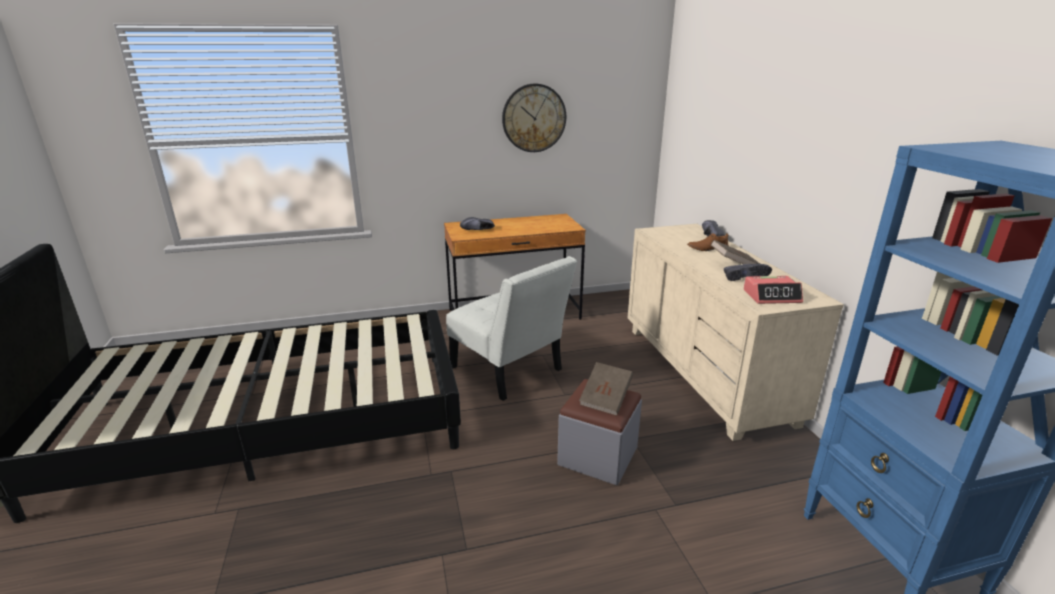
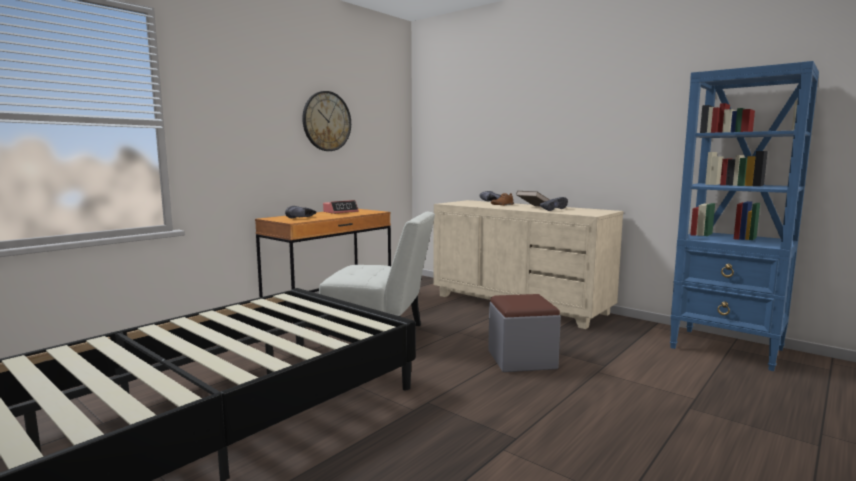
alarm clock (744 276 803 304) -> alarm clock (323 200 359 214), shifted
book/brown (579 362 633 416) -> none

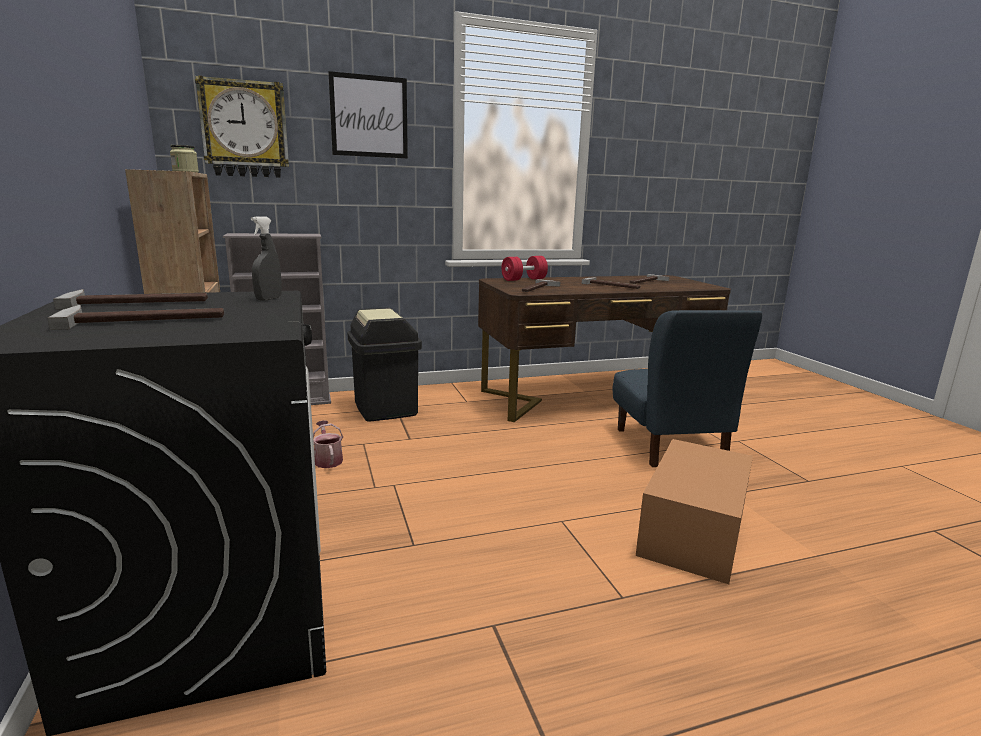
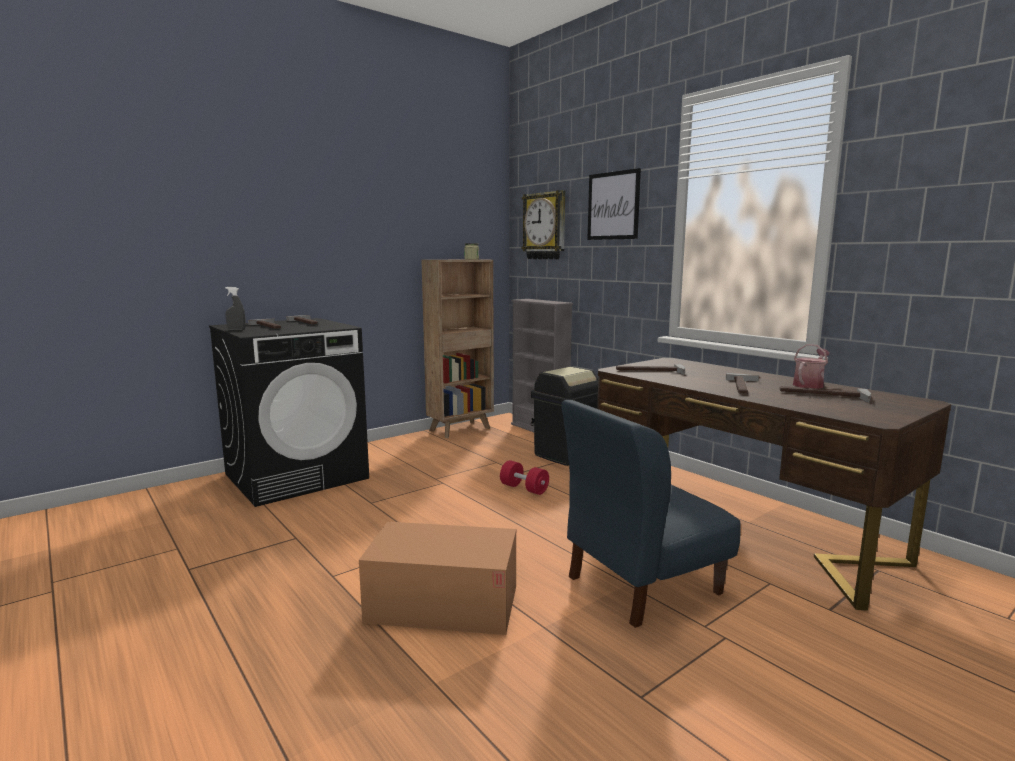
spray bottle/grey (251 216 282 301) -> spray bottle/grey (225 287 246 330), shifted
dumbbell/red (501 256 548 281) -> dumbbell/red (500 460 549 495), shifted
watering can (313 420 343 468) -> watering can (793 344 830 389), shifted

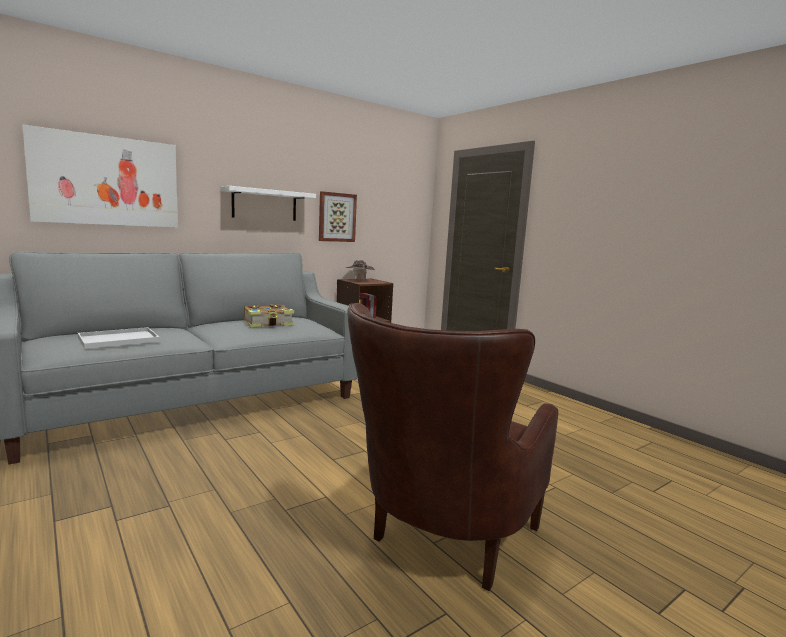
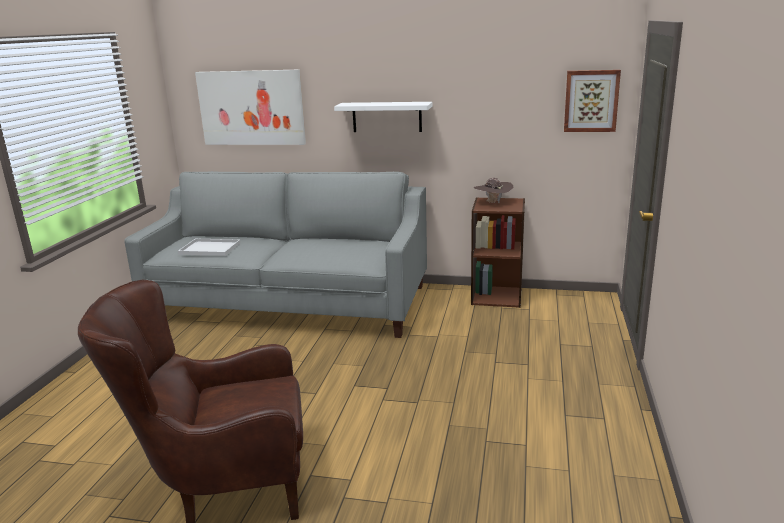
picture (319 191 357 242) -> picture (564 70 621 132), shifted
book (244 304 294 327) -> none

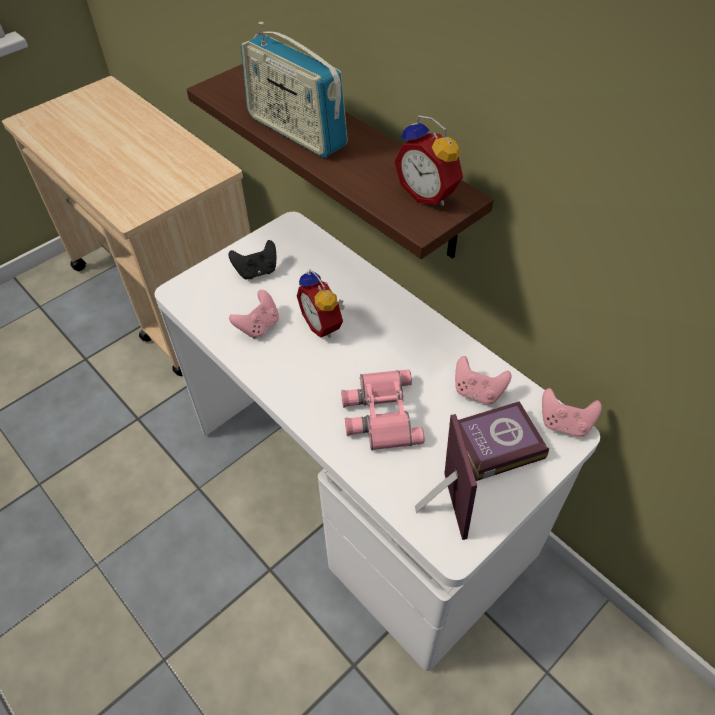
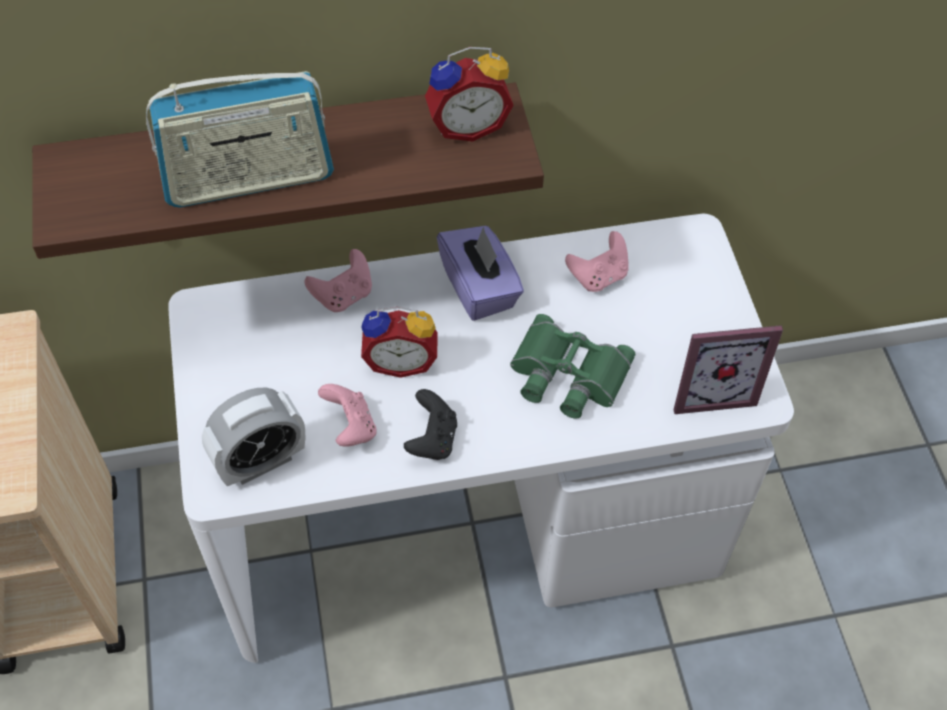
none -> alarm clock (202 388 305 486)
game controller/pink (542 388 602 437) -> game controller/pink (304 249 372 312), shifted
game controller/black (229 240 276 280) -> game controller/black (404 389 457 460), shifted
none -> tissue box/purple (437 226 524 321)
binoculars/pink (341 370 424 450) -> binoculars/green (510 314 635 418)
picture frame (415 414 477 540) -> picture frame (674 325 783 414), 150 degrees clockwise
book (458 401 549 481) -> none

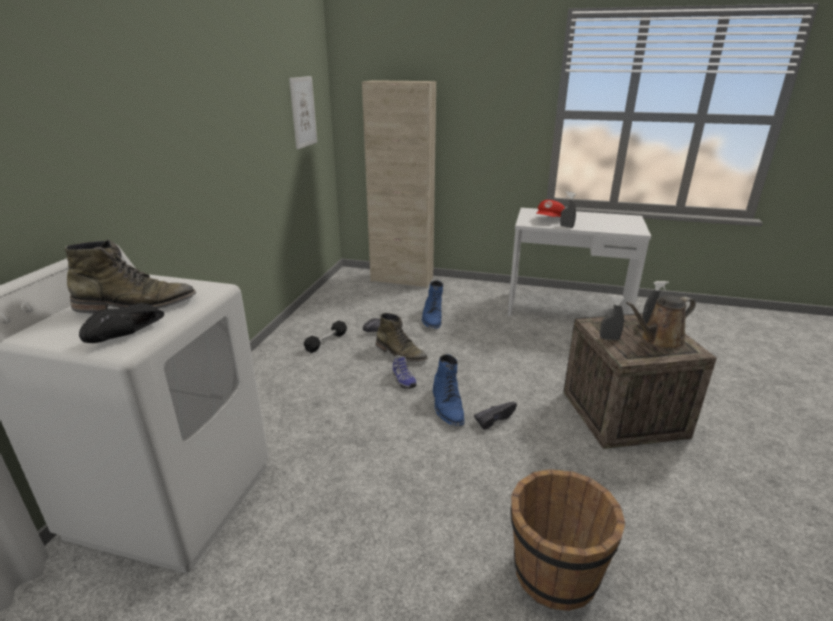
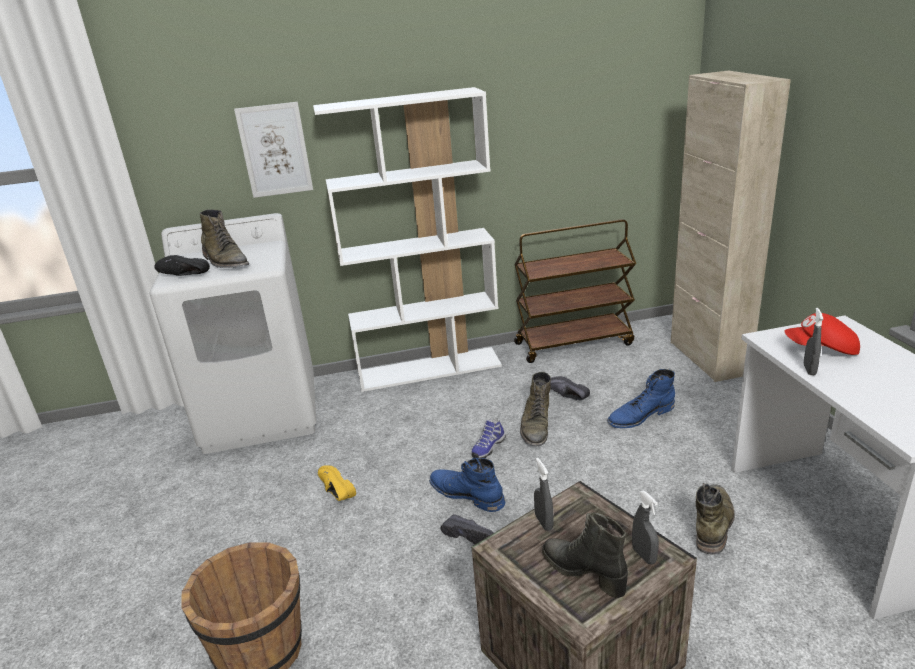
picture (289 76 317 149) -> picture (234 102 313 198), shifted
none -> bookcase/white (313 87 502 392)
none -> shoe/yellow (318 465 356 501)
boot/blue (433 354 465 426) -> boot/blue (429 458 505 512), 75 degrees clockwise
none -> cart/brown (514 219 636 363)
watering can/brown (626 296 696 349) -> boot/black (542 512 628 598)
none -> boot/green (696 483 735 555)
dumbbell/black (304 320 347 353) -> none

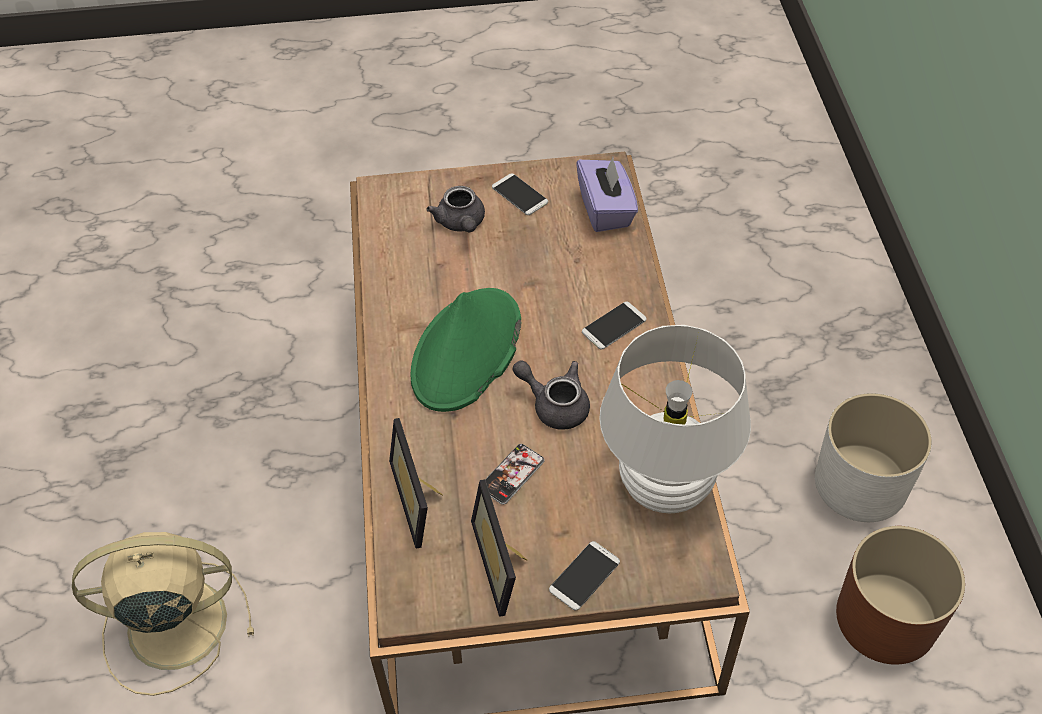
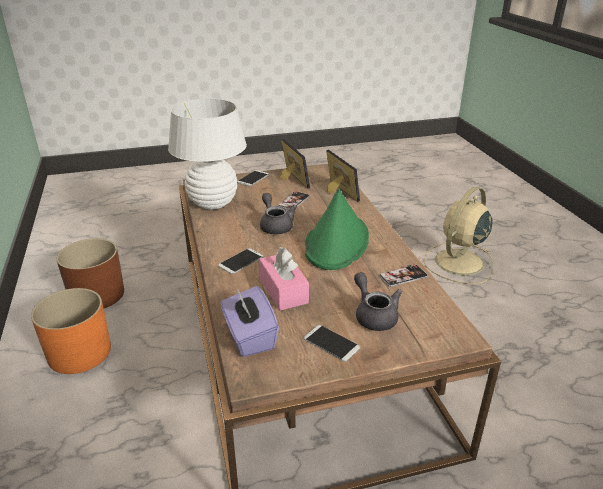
planter/white (815 393 932 522) -> planter/orange (31 288 111 374)
none -> tissue box/pink (259 247 309 311)
teapot/grey (512 360 590 430) -> teapot/grey (260 193 297 234), 135 degrees counterclockwise
none -> phone (379 264 428 287)
fan/beige (72 532 254 696) -> fan/beige (423 187 494 284), 150 degrees clockwise

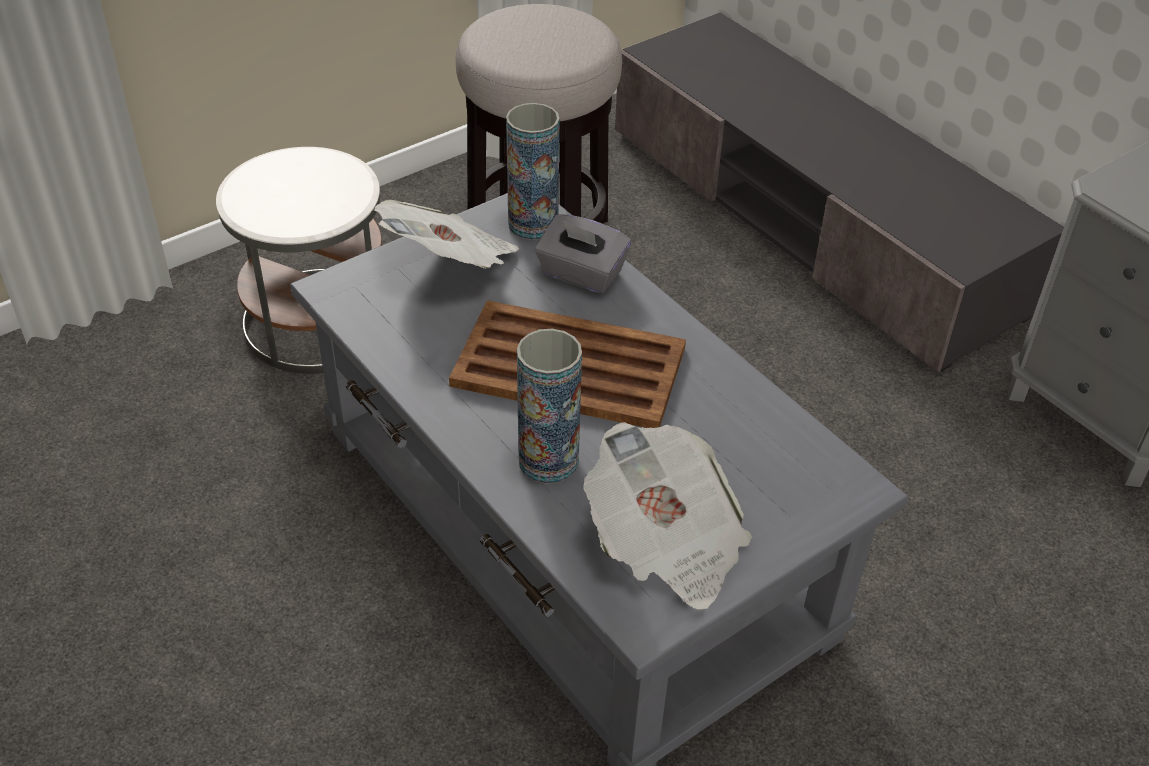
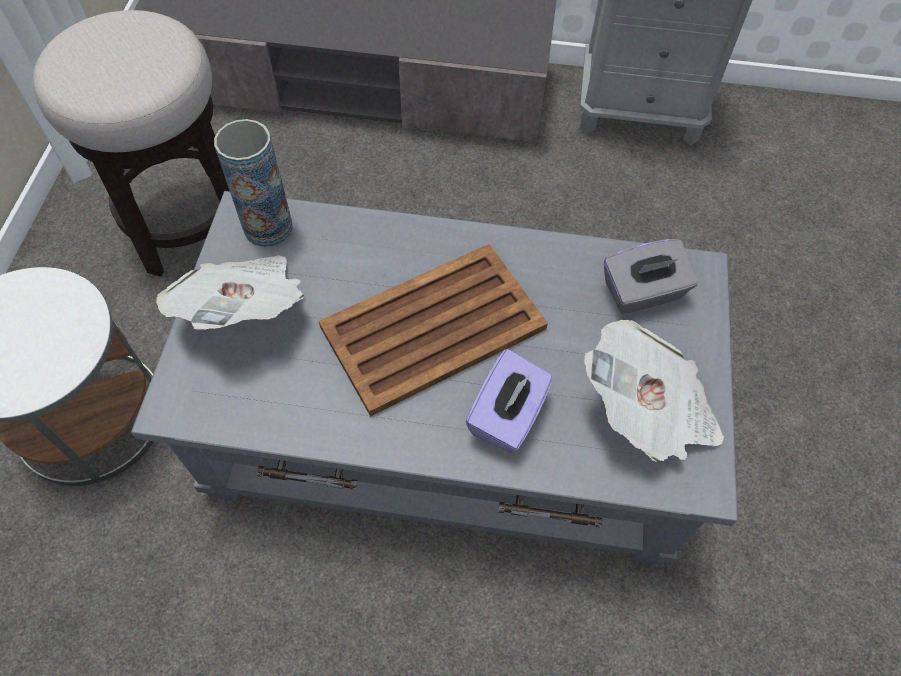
vase (517 329 582 483) -> tissue box/purple (466 349 553 452)
tissue box/grey (535 214 631 293) -> tissue box/grey (604 239 698 314), shifted

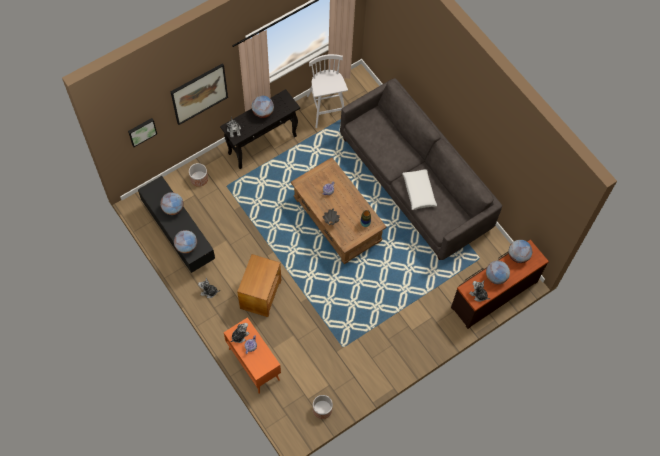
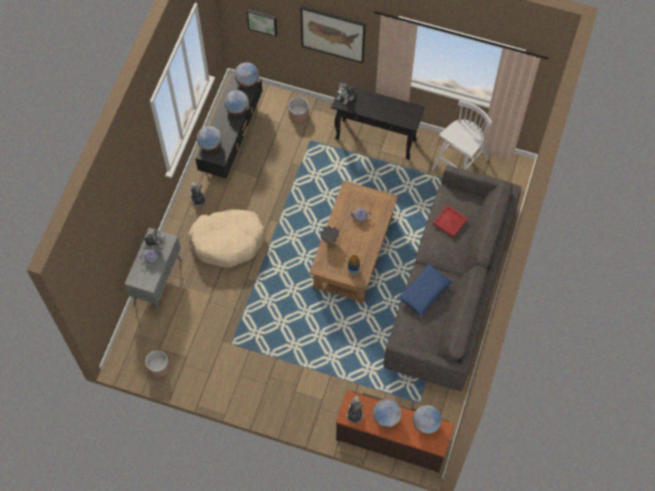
cabinet/orange (224 317 281 394) -> cabinet/grey (125 228 182 313)
side table/brown (237 254 281 317) -> dog bed/beige (188 209 266 268)
globe (252 96 274 118) -> globe (234 62 259 87), shifted
pillow/white (402 169 437 210) -> pillow/blue (397 264 452 317)
none -> tray/red (433 205 468 238)

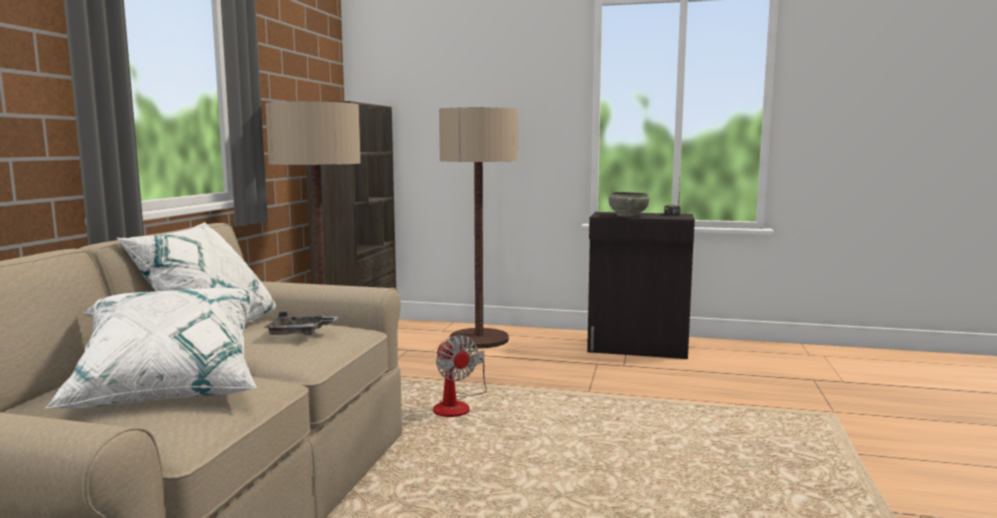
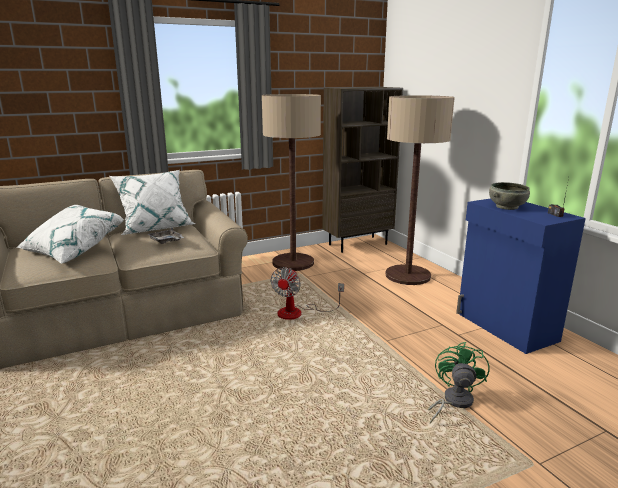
none -> fan/green (428 342 490 424)
cabinet/black (587 212 695 359) -> cabinet/blue (456 198 586 354)

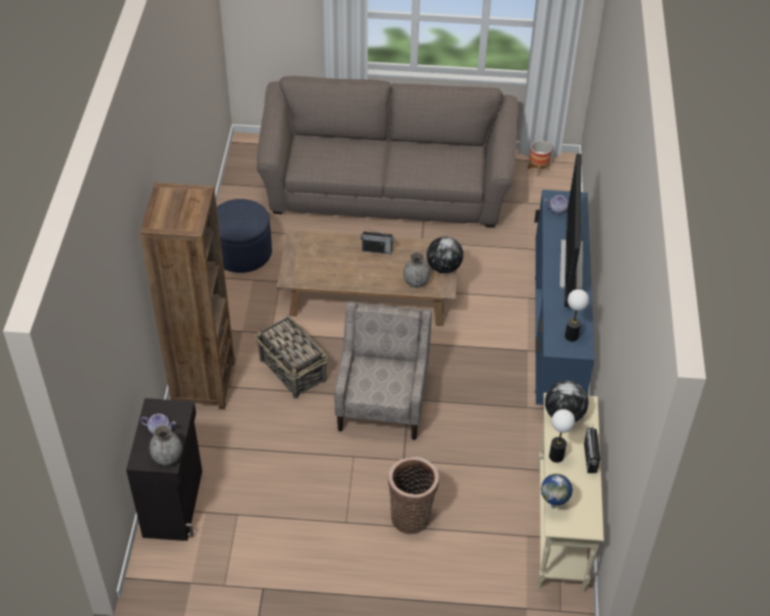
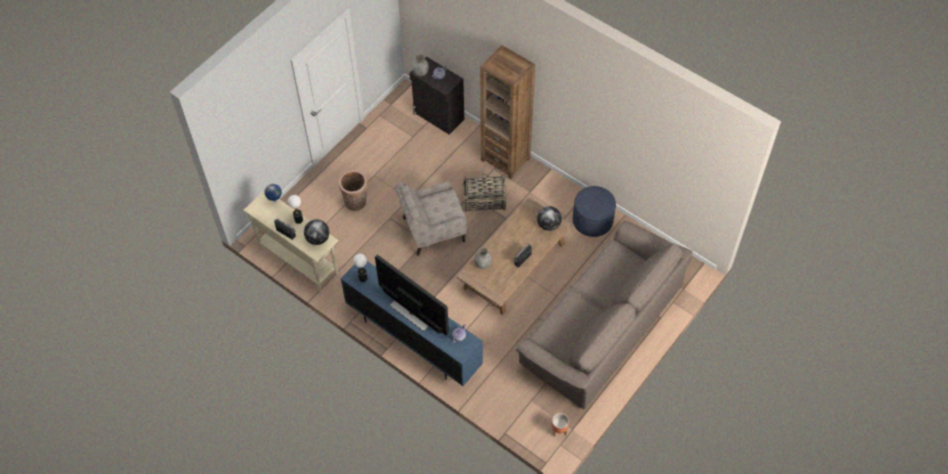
armchair/beige (334 301 432 440) -> armchair/beige (394 181 467 256), 120 degrees clockwise
globe (427 237 463 273) -> globe (537 206 562 231), shifted

